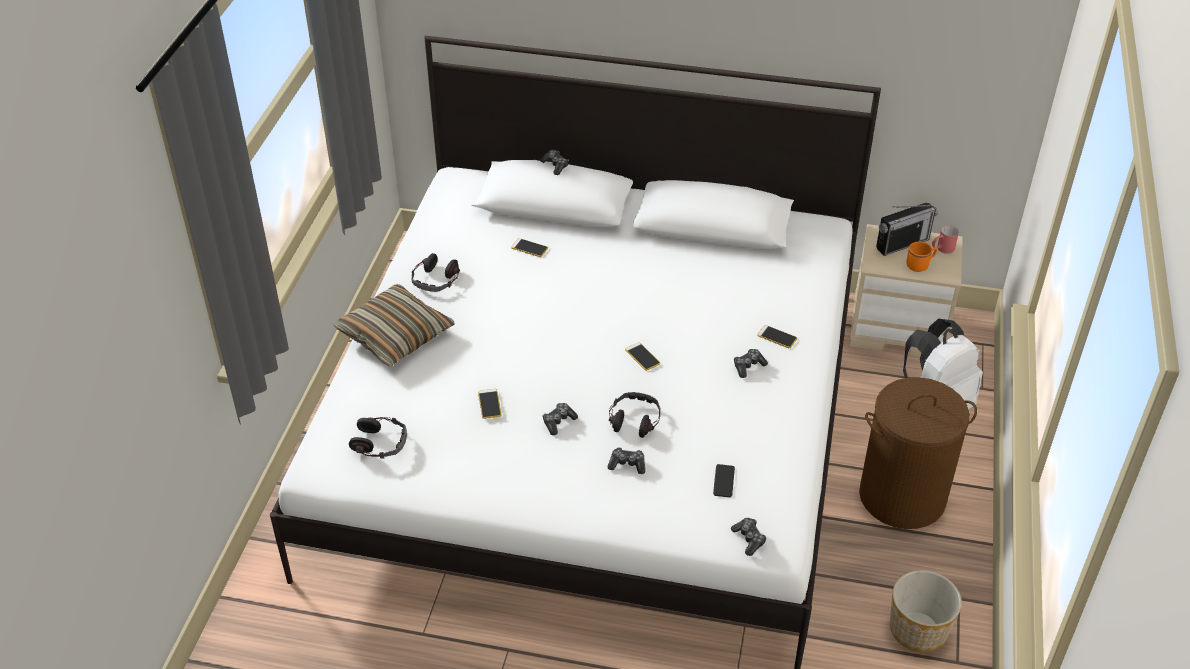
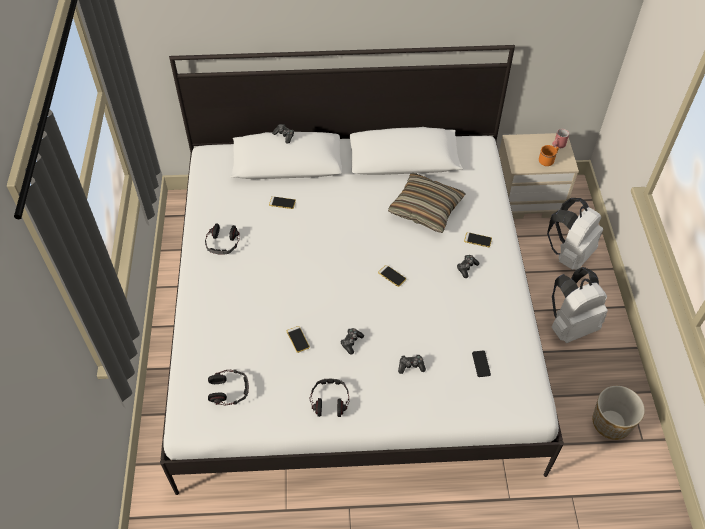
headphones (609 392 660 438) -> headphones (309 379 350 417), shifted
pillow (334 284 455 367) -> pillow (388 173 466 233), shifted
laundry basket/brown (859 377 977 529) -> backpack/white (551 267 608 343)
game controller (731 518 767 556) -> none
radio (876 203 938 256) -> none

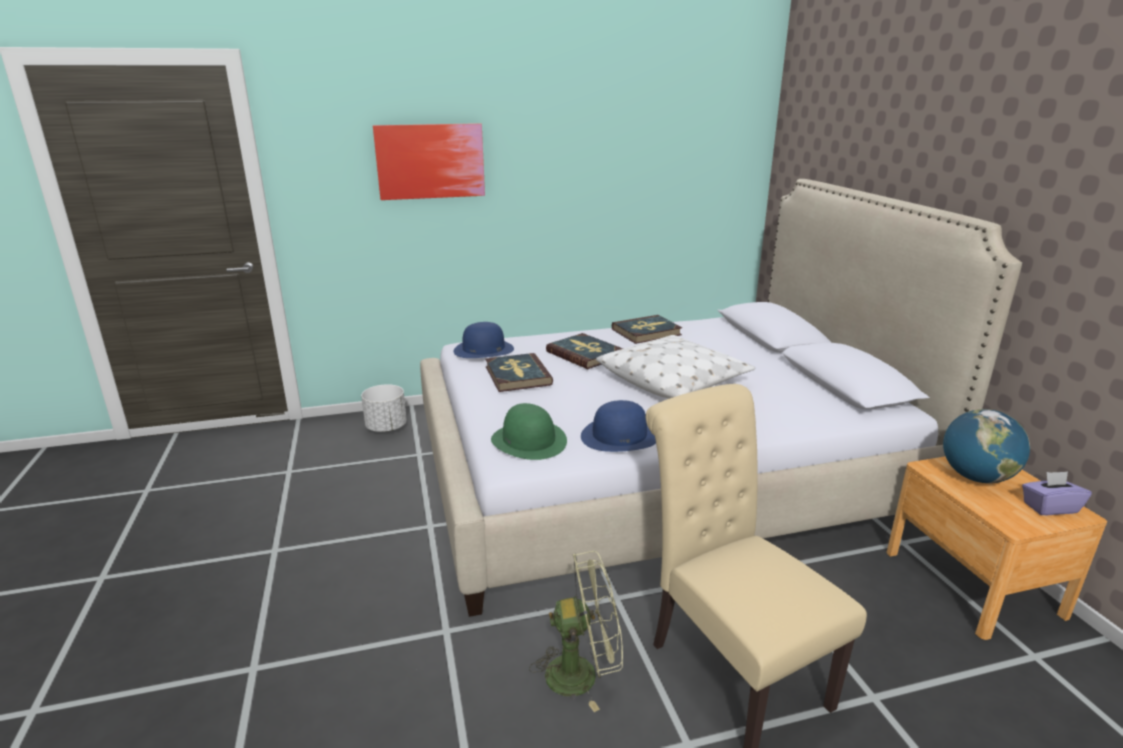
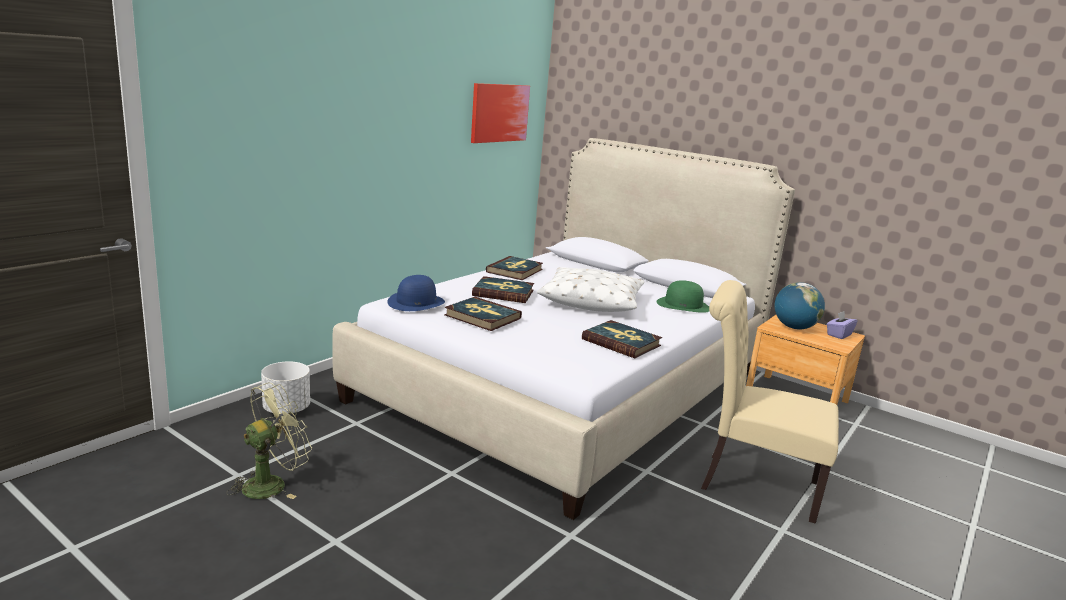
fan/green (529 551 623 712) -> fan/green (227 382 312 499), shifted
picture (373 123 485 200) -> picture (471 83 530 143), shifted
hat/blue (581 400 656 452) -> book (582 320 662 358)
hat/green (491 403 567 460) -> hat/green (656 280 709 313), shifted

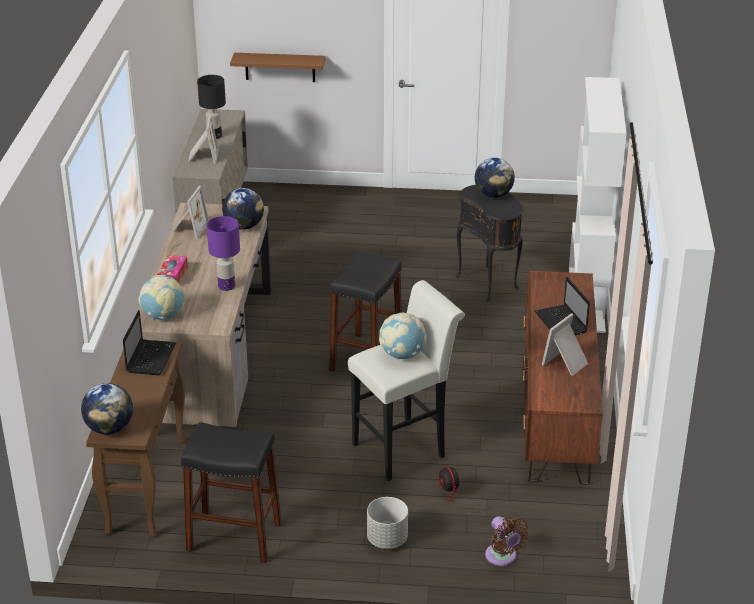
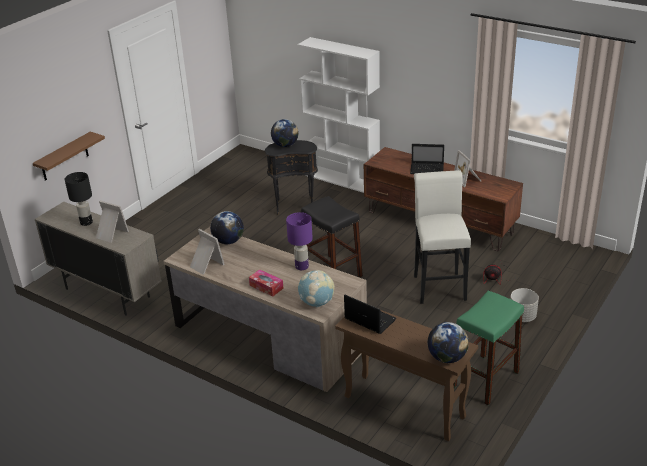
stool/black (181 422 282 563) -> stool/green (453 291 524 405)
globe (379 313 427 359) -> none
fan/brown (485 516 529 566) -> none

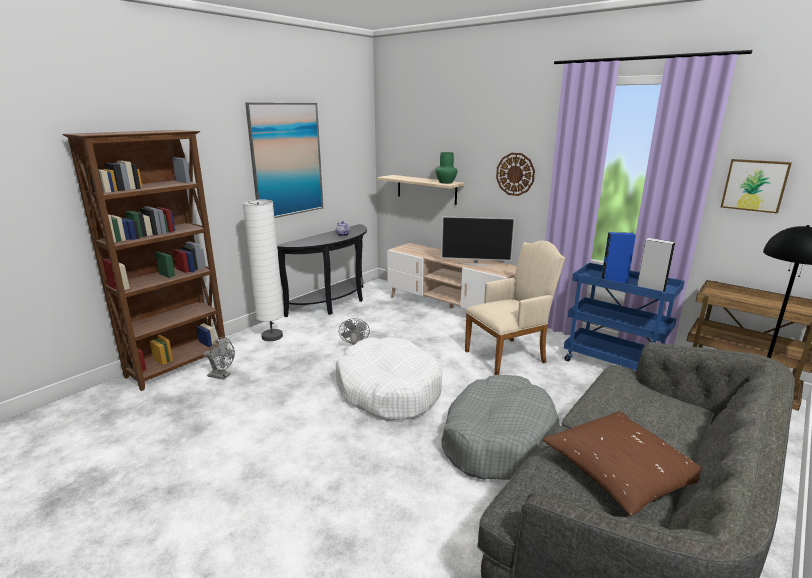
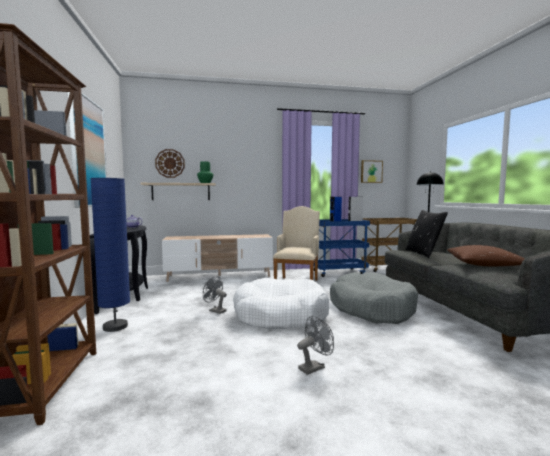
floor lamp/white (242 199 284 341) -> floor lamp/blue (90 178 130 332)
wall clock (496 153 535 196) -> wall clock (155 149 185 178), shifted
fan/grey (203 337 235 379) -> fan/grey (297 316 334 375), shifted
none -> pillow/black (406 210 448 258)
television (441 217 515 265) -> none

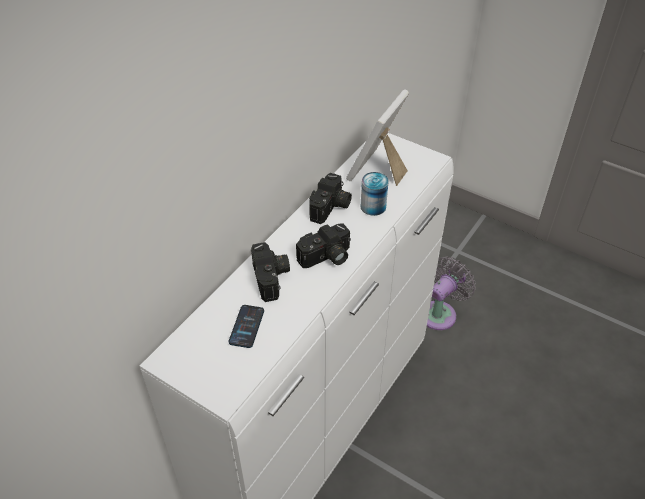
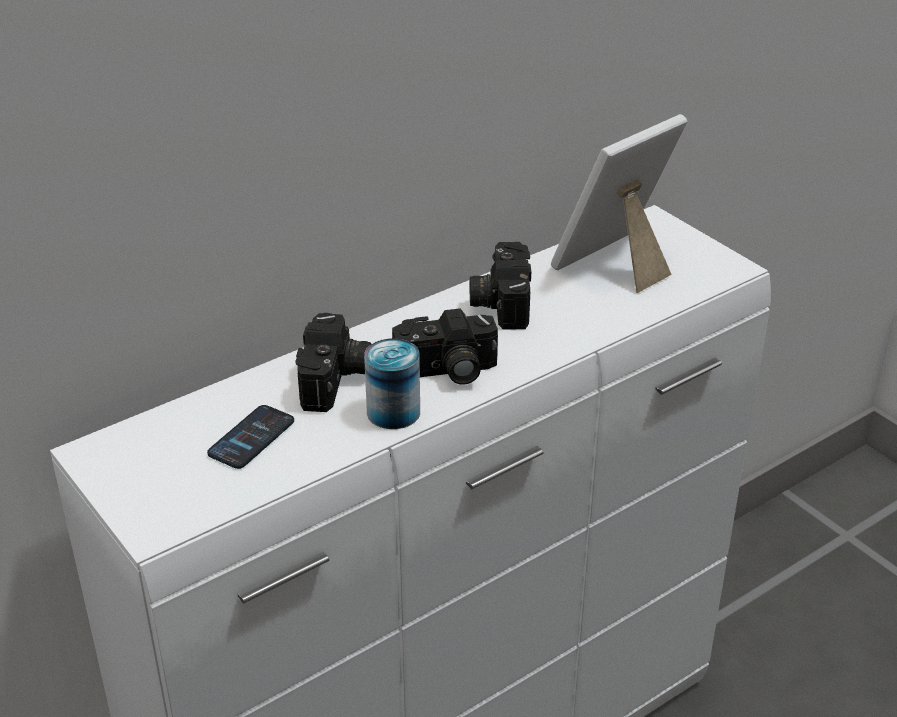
can (360 172 389 216) -> can (364 339 420 429), shifted
photo camera (309 173 352 224) -> photo camera (470 242 531 330), 135 degrees clockwise
fan/grey (427 257 476 330) -> none

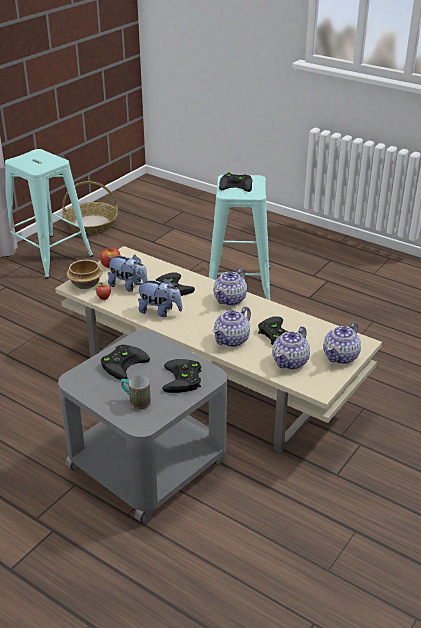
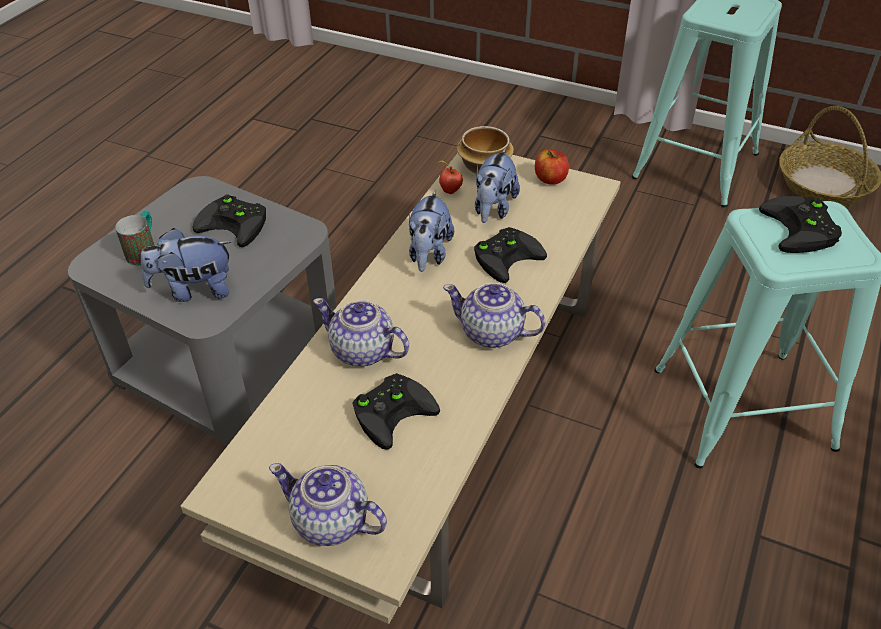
game controller/black (162 359 201 393) -> plush toy (141 228 231 302)
teapot (272 326 310 370) -> none

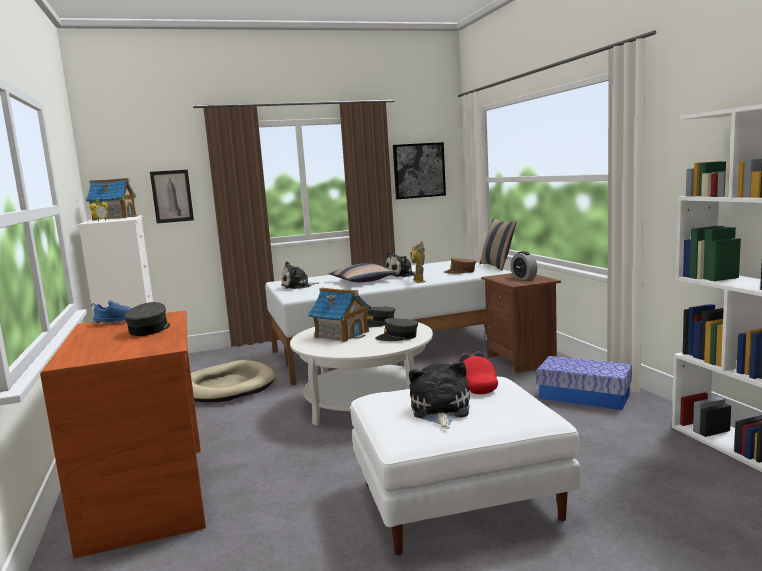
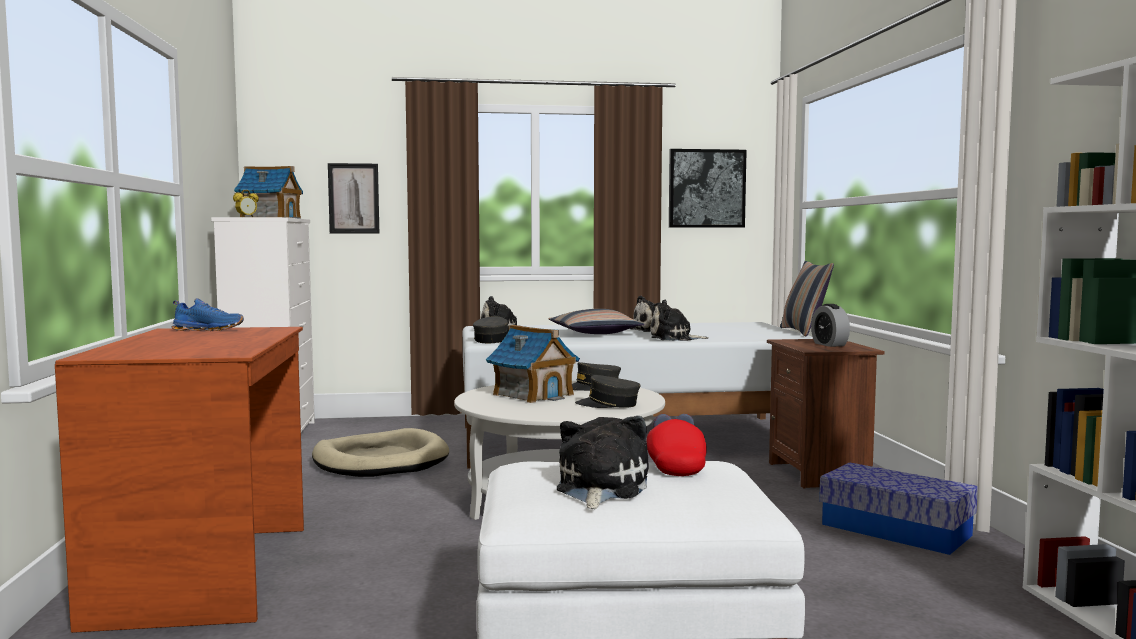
cap/grey (124 302 170 336) -> cap/grey (473 316 508 343), shifted
toy robot (410 241 426 283) -> plush toy (650 300 708 341)
cap/brown (444 258 476 274) -> none

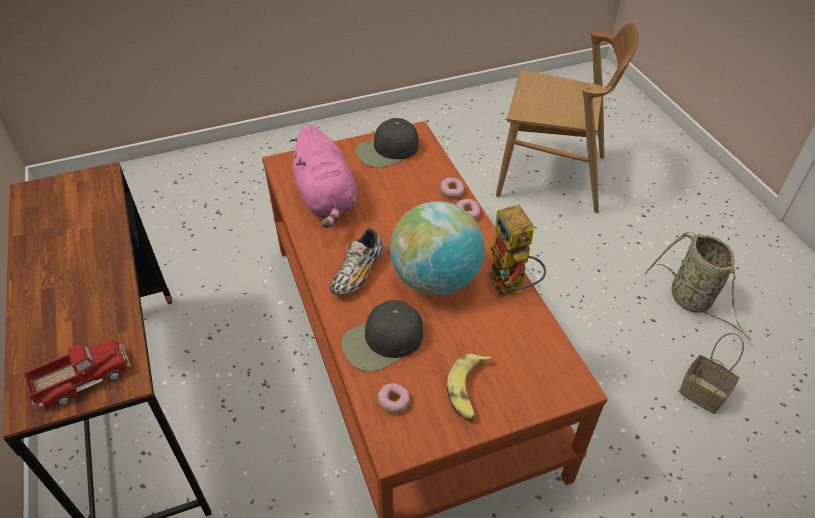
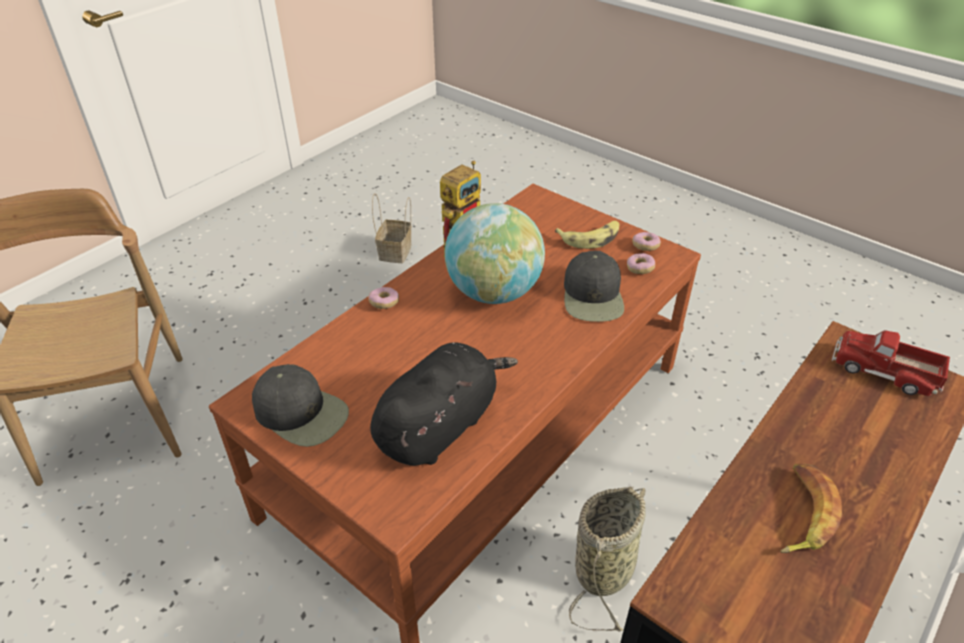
plush toy/pink (289 125 358 228) -> plush toy/black (370 342 518 466)
cap/black (341 300 423 372) -> cap/black (564 251 624 322), 60 degrees clockwise
basket (644 232 751 341) -> basket (569 487 646 632), shifted
donut (440 178 464 199) -> donut (632 232 661 251), shifted
none -> banana (780 464 842 553)
shoe (330 228 383 295) -> none

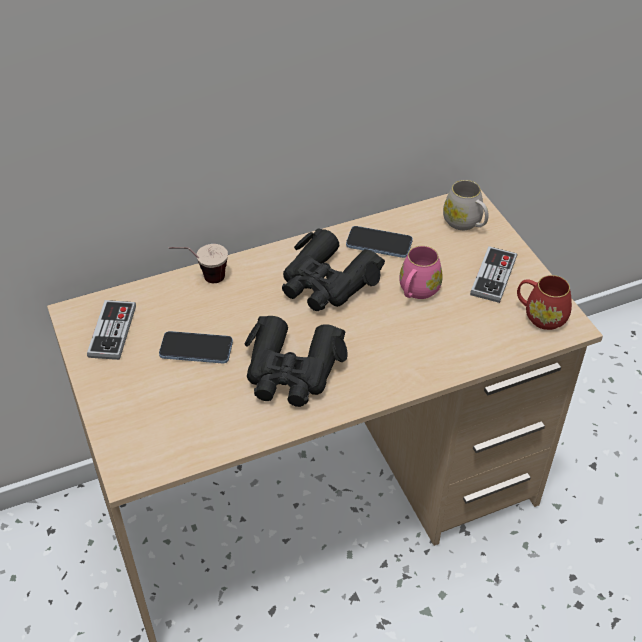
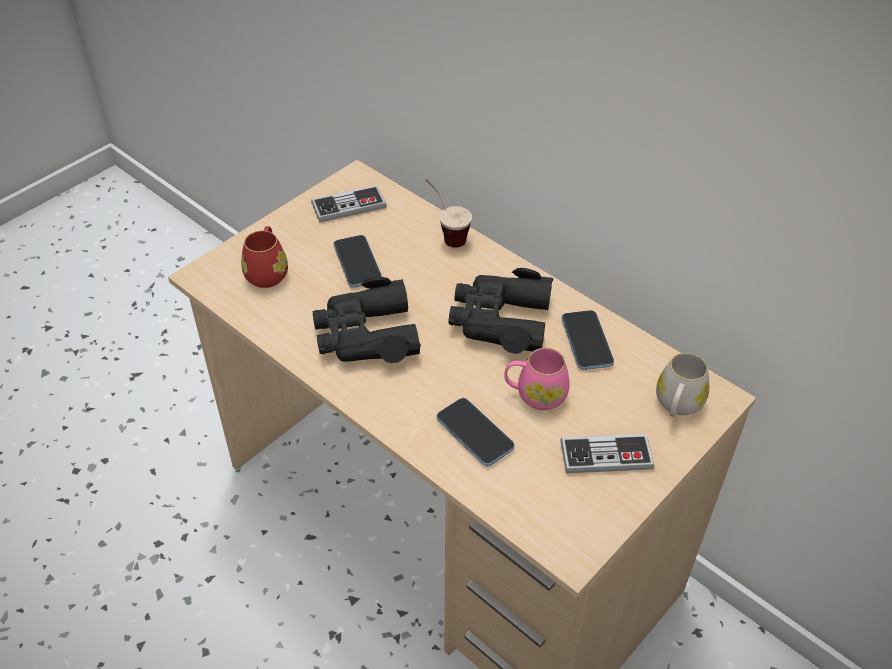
mug/red (517 275 572 330) -> mug/red (241 226 288 288), shifted
none -> phone (437 398 515 466)

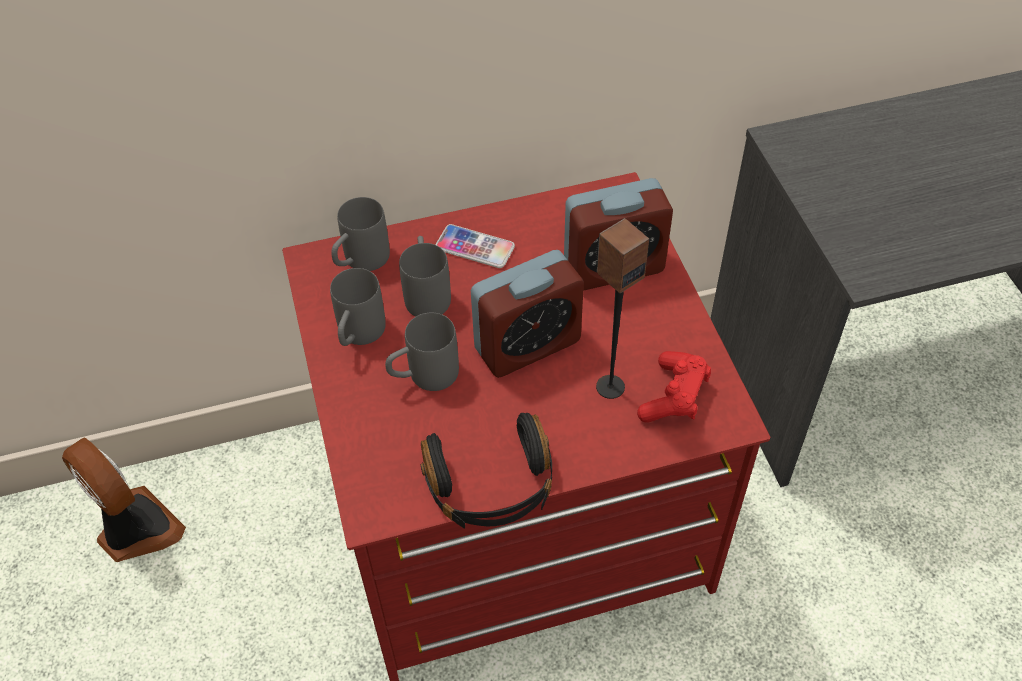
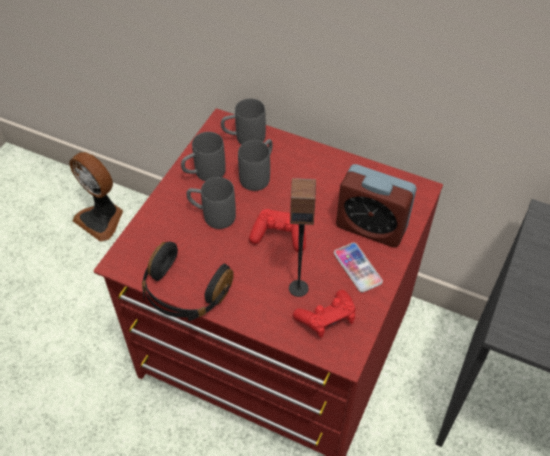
fan (62 438 186 562) -> fan (69 152 123 242), 135 degrees clockwise
alarm clock (471 250 584 378) -> game controller/red (249 209 306 252)
phone (435 224 515 268) -> phone (334 243 383 292), shifted

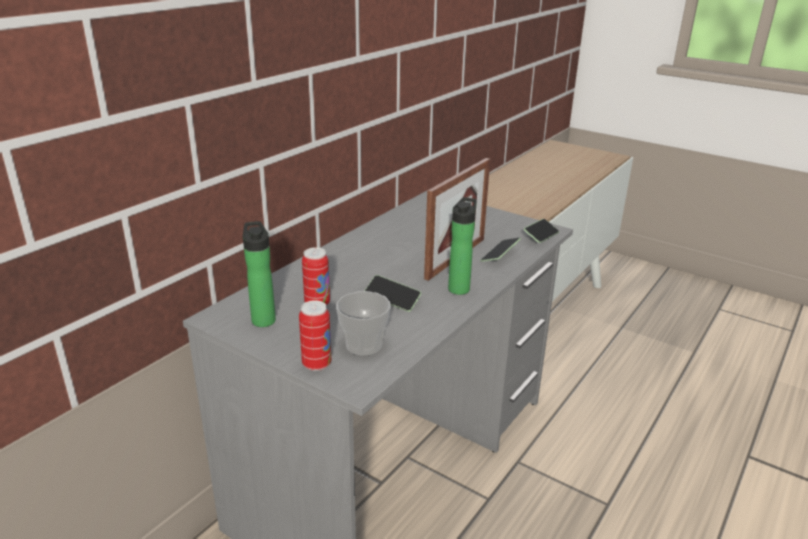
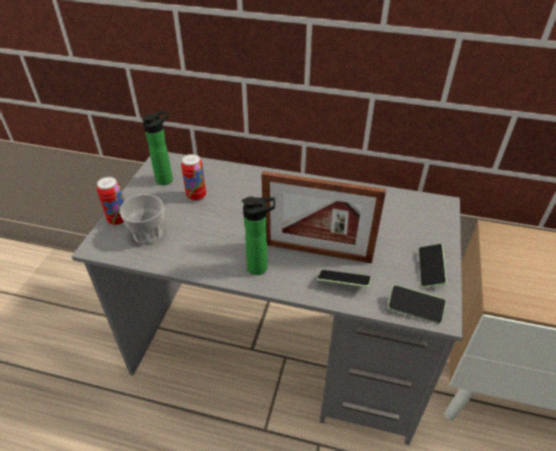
phone (364 275 421 312) -> phone (418 244 447 287), shifted

